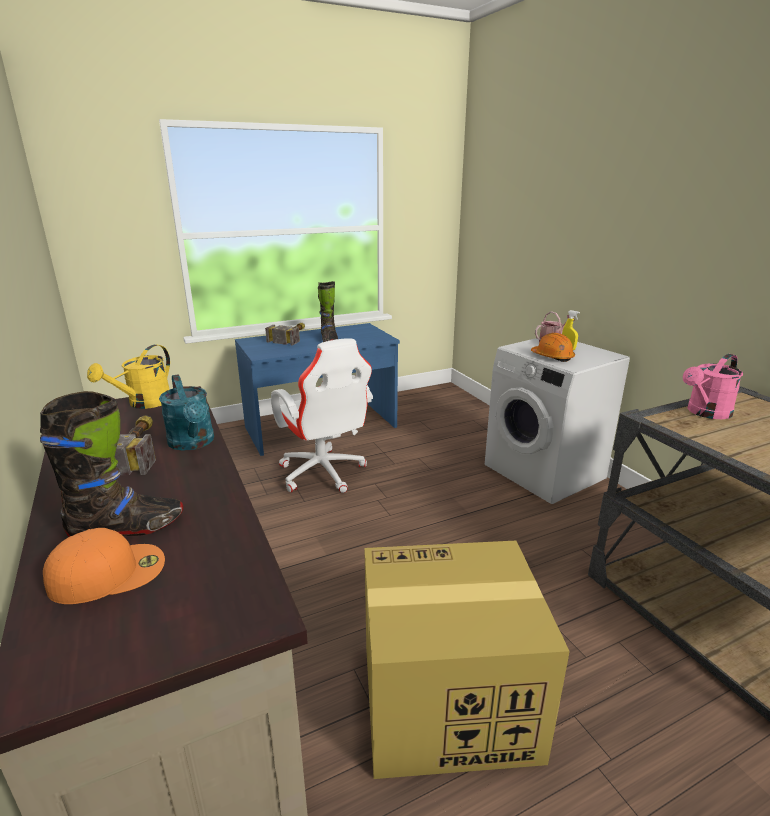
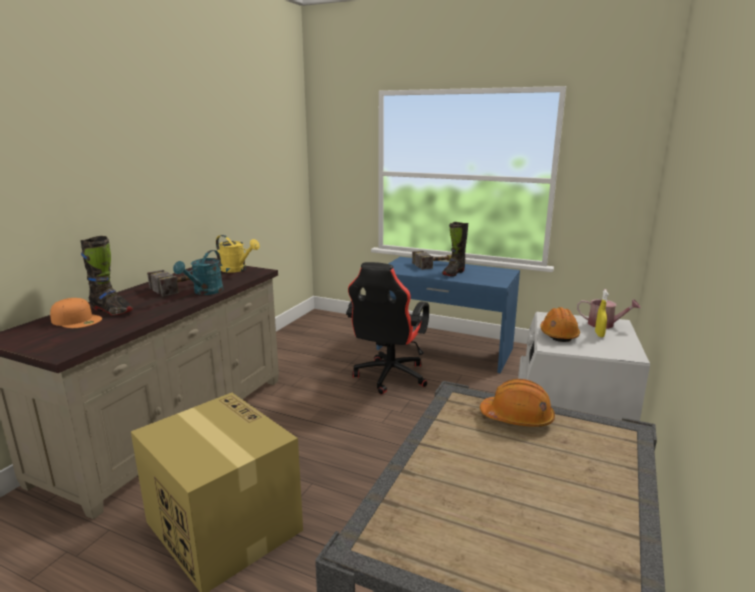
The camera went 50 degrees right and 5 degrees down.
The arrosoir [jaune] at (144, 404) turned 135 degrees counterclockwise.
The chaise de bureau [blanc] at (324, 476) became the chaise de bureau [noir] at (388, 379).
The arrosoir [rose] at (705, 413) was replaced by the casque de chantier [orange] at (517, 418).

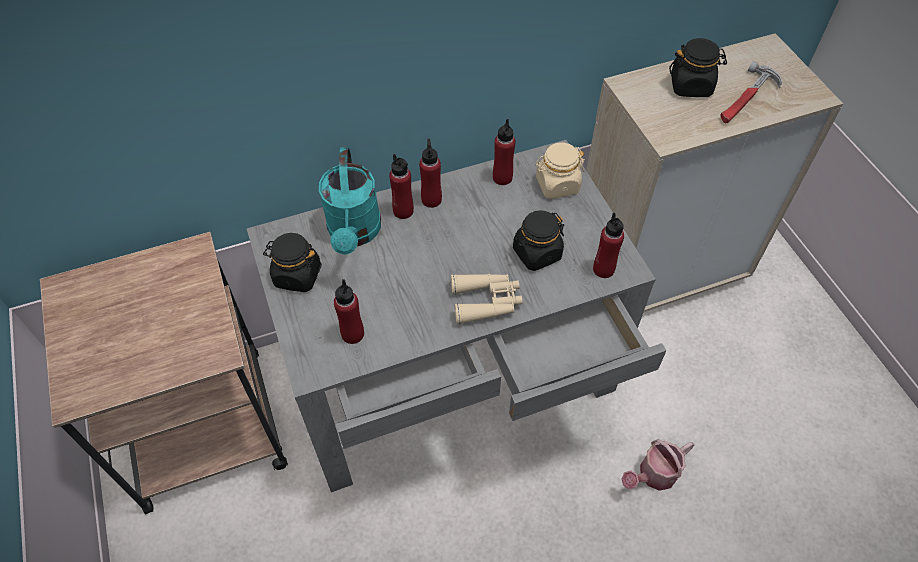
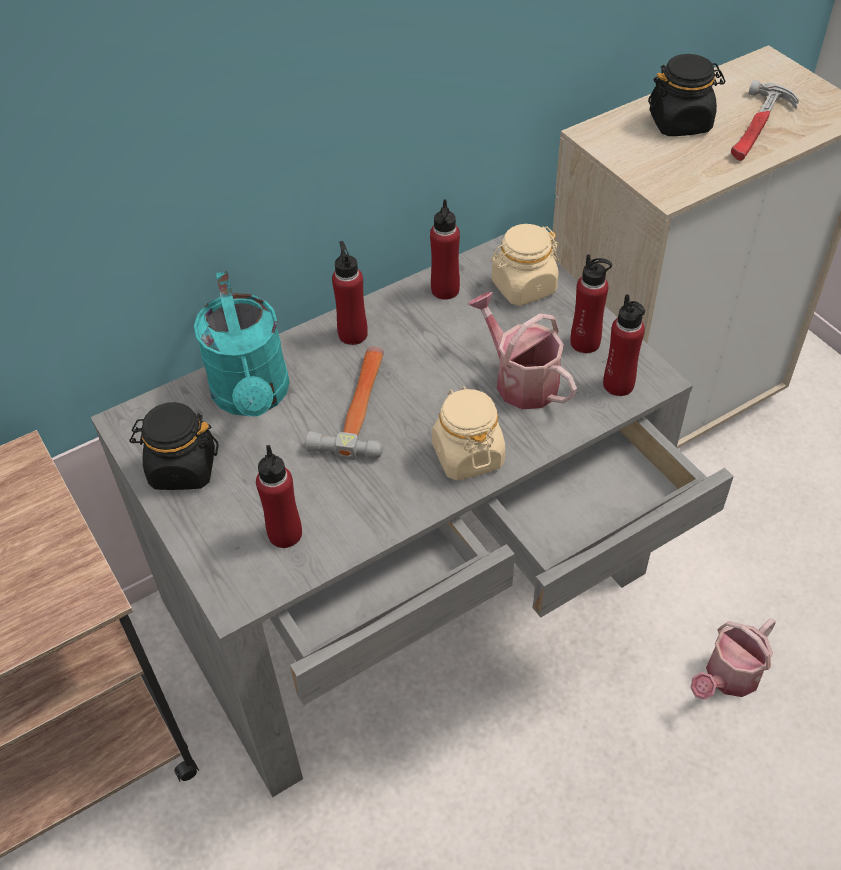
The camera went 10 degrees left and 5 degrees down.
The bouteille [rouge] moved from (403, 211) to (585, 343).
The jumelles [beige] at (486, 301) was replaced by the bocal [beige] at (467, 455).
The bocal [noir] at (536, 253) was replaced by the arrosoir at (520, 380).
The marteau at (359, 406) appeared.

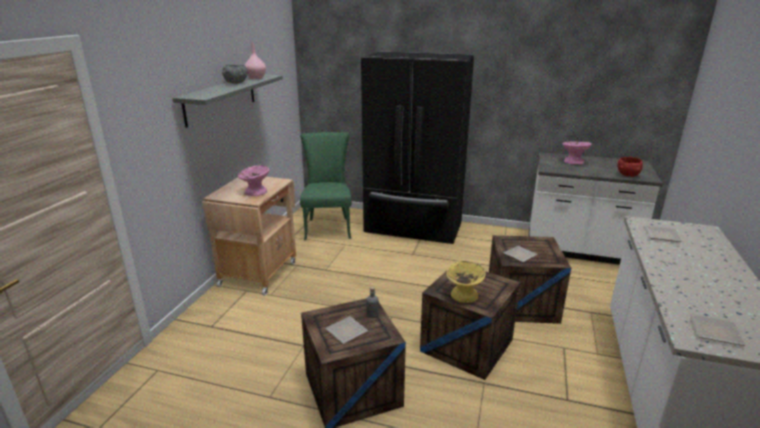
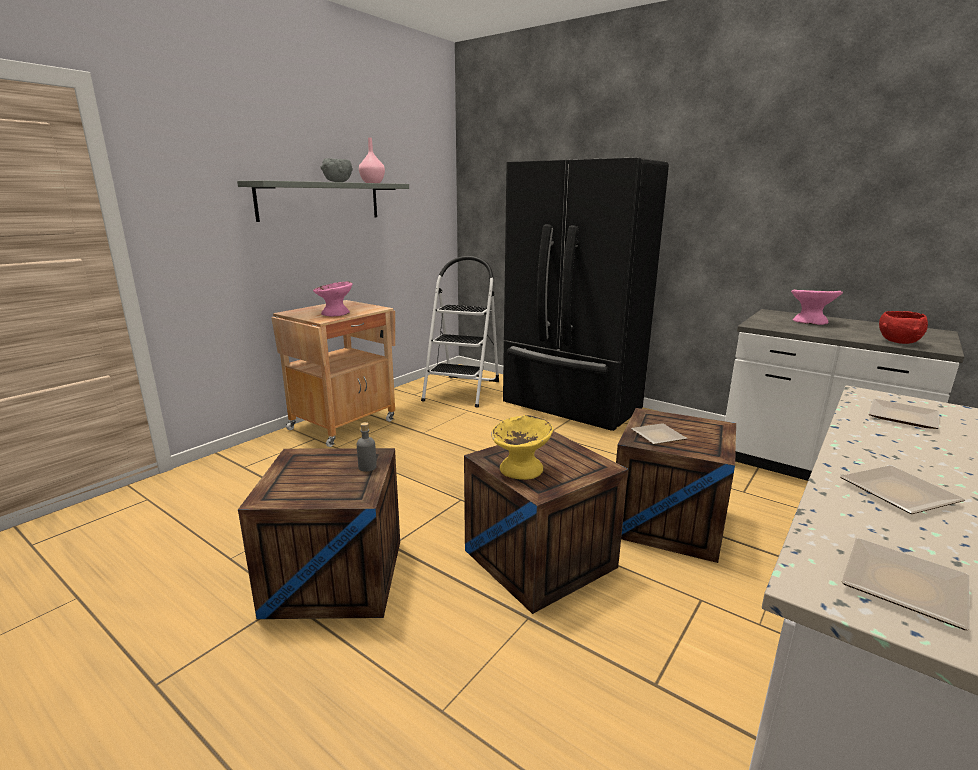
The camera went 20 degrees right and 5 degrees down.
The chaise [vert] at (328, 227) was replaced by the escabeau at (463, 390).
The assiette moved from (345, 331) to (893, 493).

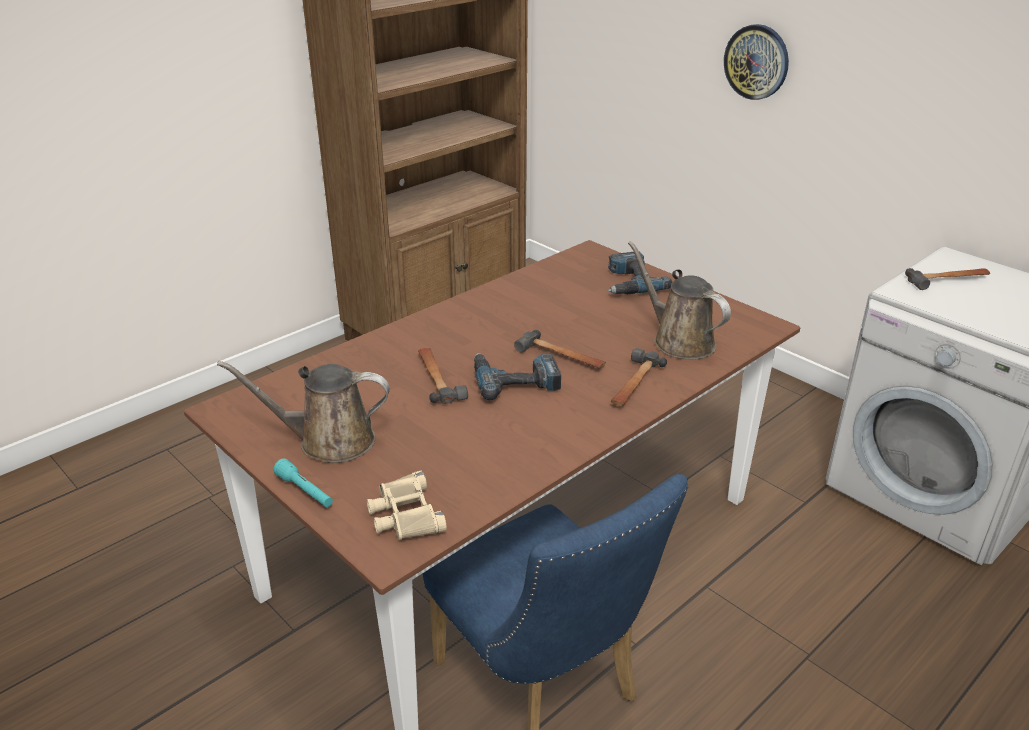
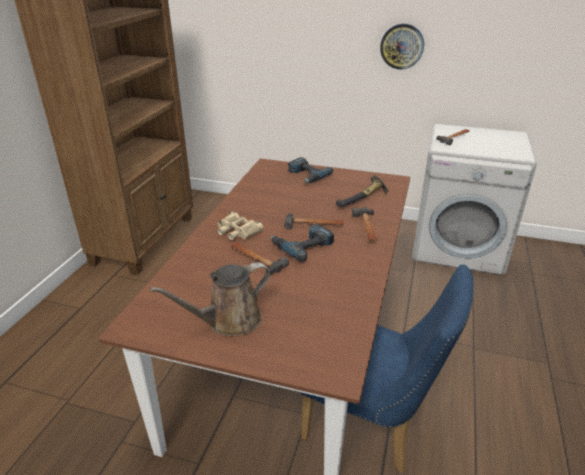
The camera went 30 degrees left and 0 degrees up.
The lampe de poche [turquoise] at (305, 491) disappeared.
The jumelles [beige] moved from (405, 514) to (237, 231).
The arrosoir [marron] at (679, 341) was replaced by the marteau at (364, 199).
The horloge murale moved from (756, 62) to (402, 46).

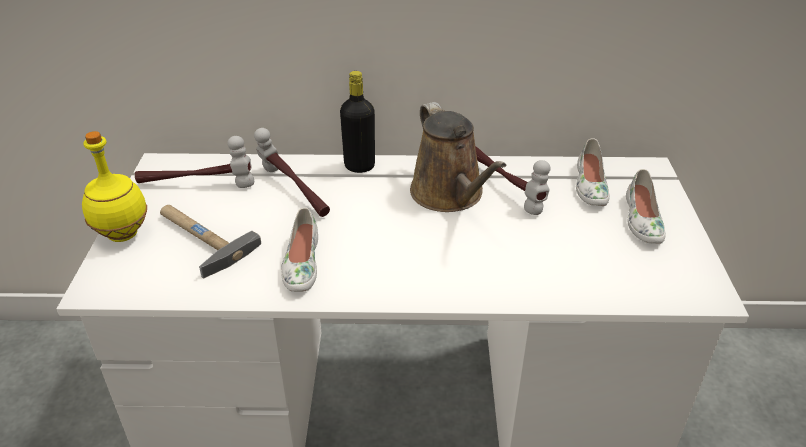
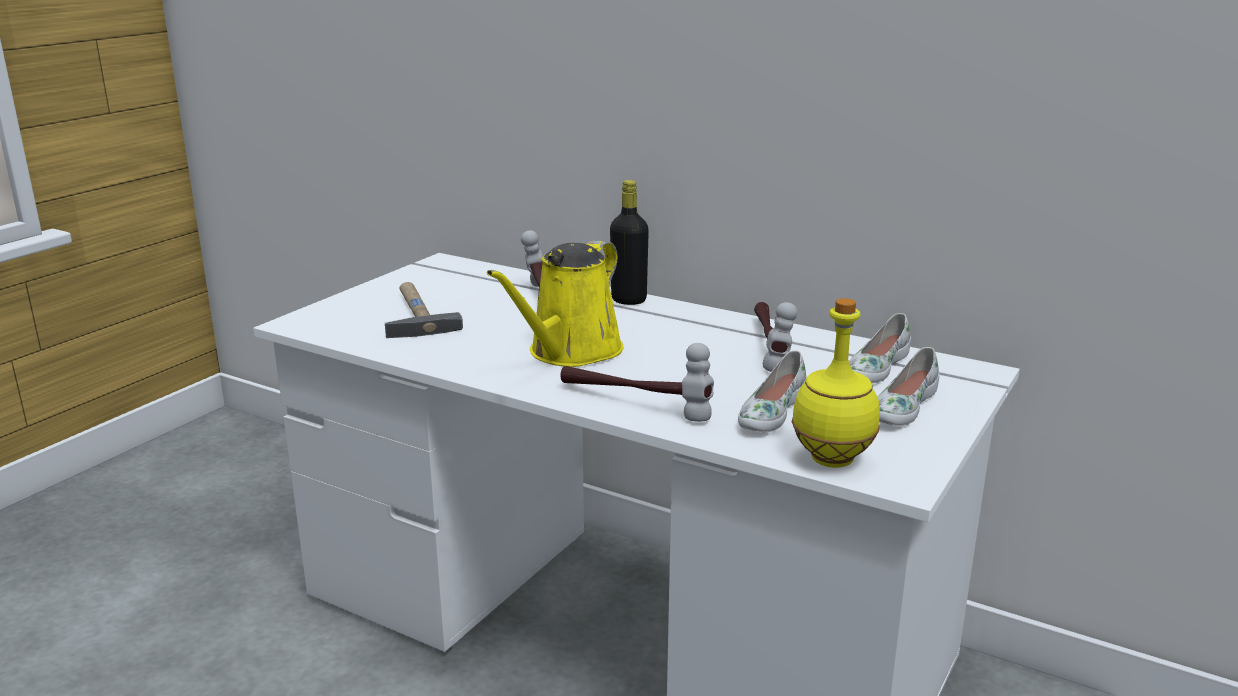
The camera went 30 degrees right and 15 degrees down.
The bouteille [jaune] moved from (122, 235) to (830, 460).
The marteau moved from (197, 184) to (635, 403).
The chaussure [blanc] moved from (301, 263) to (770, 412).
The arrosoir [marron] at (450, 195) disappeared.
The arrosoir [jaune] at (570, 352) appeared.

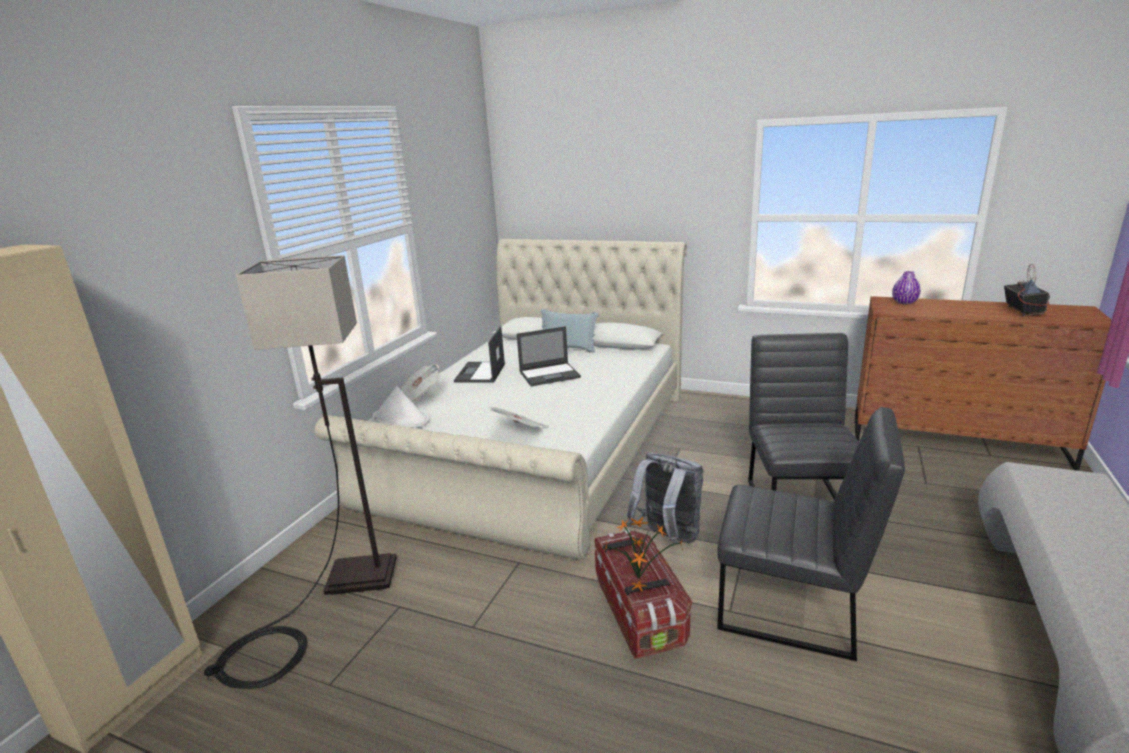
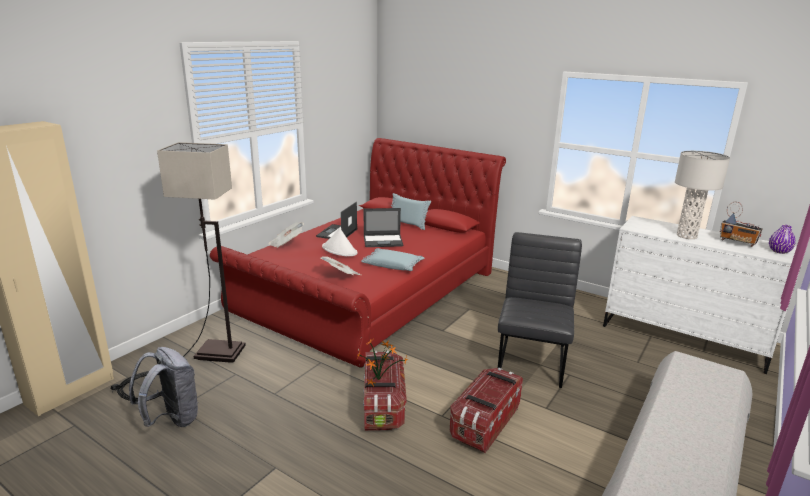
The camera went 10 degrees right and 0 degrees up.
The lit [beige] at (537, 445) became the lit [rouge] at (370, 290).
The chapeau [blanc] moved from (401, 419) to (339, 250).
The sac à dos [gris] moved from (667, 538) to (172, 419).
The chaise [gris] at (793, 609) was replaced by the boîte de rangement at (485, 422).
The commode [marron] at (956, 441) became the commode [blanc] at (683, 337).
The vase [violet] moved from (904, 302) to (779, 251).
The radio at (1022, 311) turned 105 degrees clockwise.
The coussin [bleu] at (392, 264) appeared.
The lampe de table [blanc] at (686, 236) appeared.

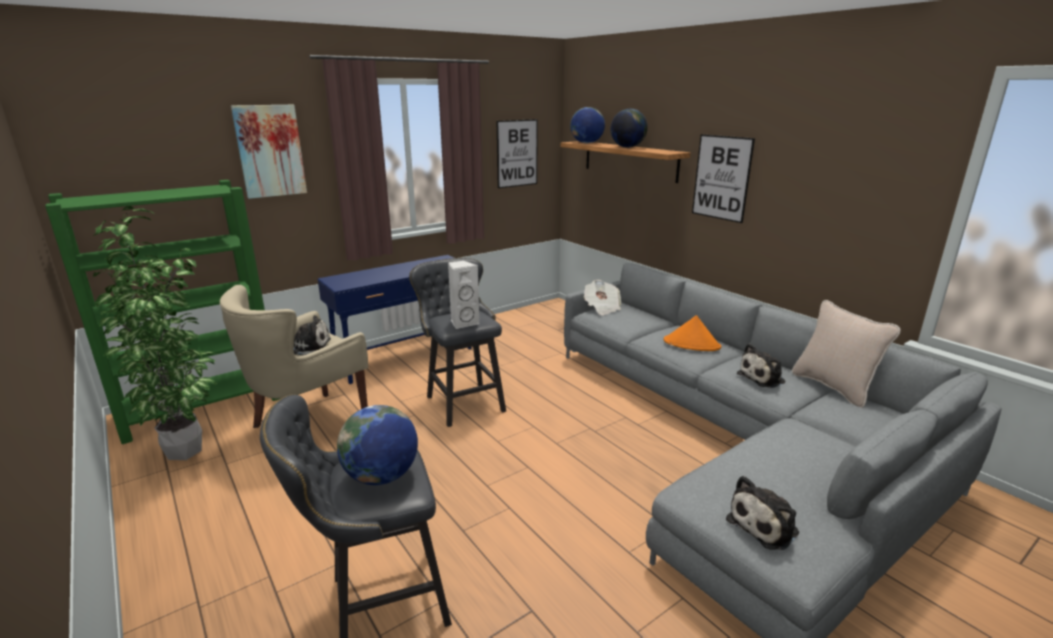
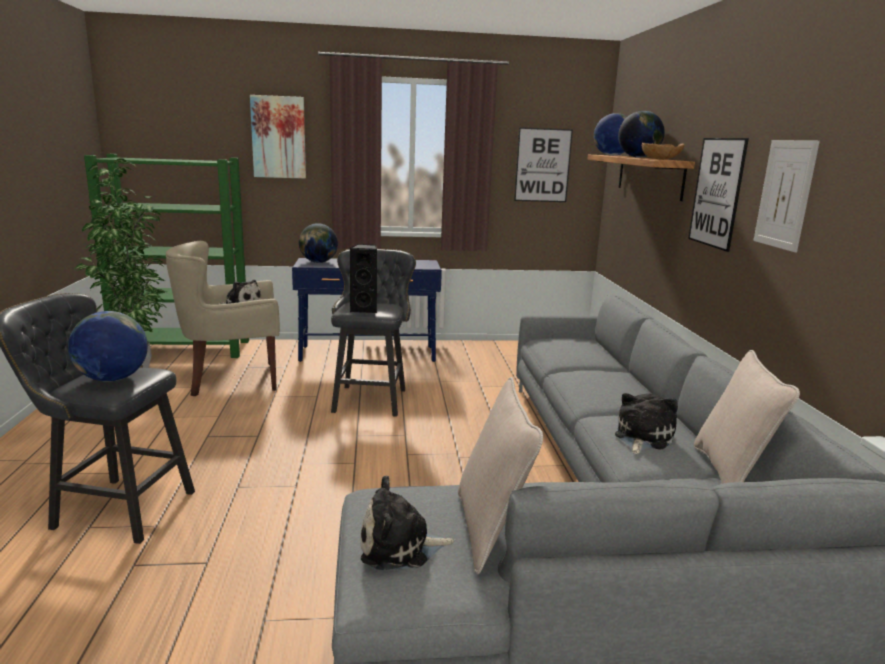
The camera went 30 degrees right and 5 degrees down.
The enceinte [blanc] at (463, 323) became the enceinte [noir] at (365, 309).
The journal at (602, 307) disappeared.
The chapeau [orange] at (692, 344) disappeared.
The peluche at (763, 378) turned 120 degrees clockwise.
The globe at (318, 262) appeared.
The coussin [beige] at (490, 529) appeared.
The bol [marron] at (660, 159) appeared.
The tableau at (785, 194) appeared.

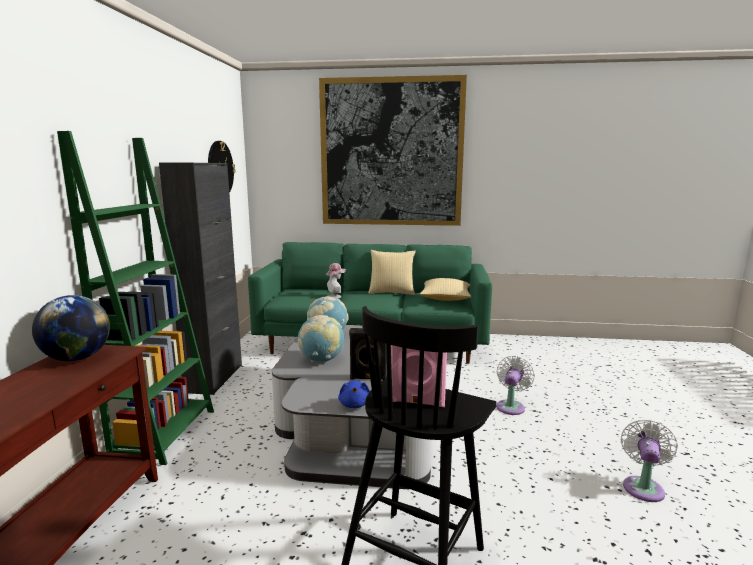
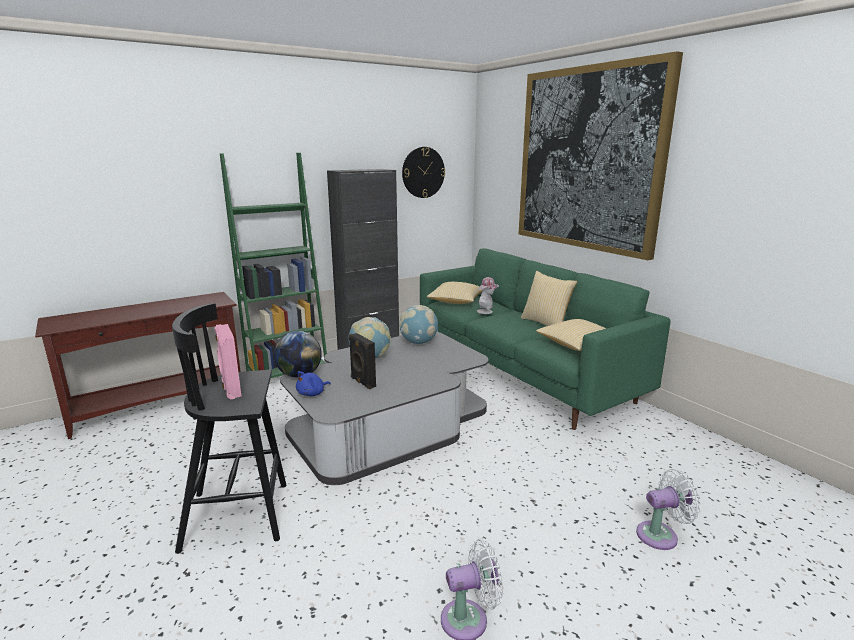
The camera went 50 degrees right and 5 degrees up.
The globe moved from (77, 358) to (299, 375).
The ventilateur [blanc] moved from (511, 406) to (661, 535).
The coussin at (455, 302) appeared.

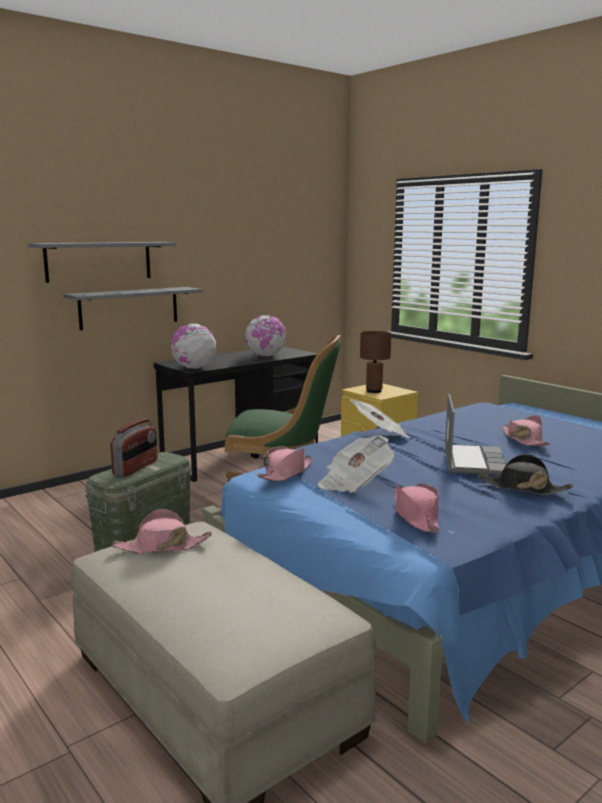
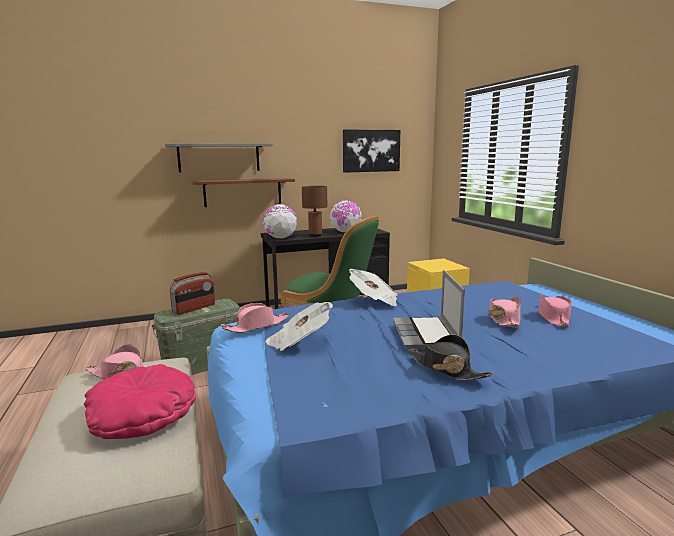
The camera went 20 degrees right and 0 degrees up.
The étagère [gris] at (129, 308) became the étagère [marron] at (243, 192).
The lampe de table [marron] moved from (374, 391) to (315, 235).
The chapeau [rose] moved from (416, 515) to (553, 317).
The ordinateur portable at (473, 461) turned 150 degrees clockwise.
The coussin [rose] at (144, 415) appeared.
The tableau at (371, 151) appeared.

